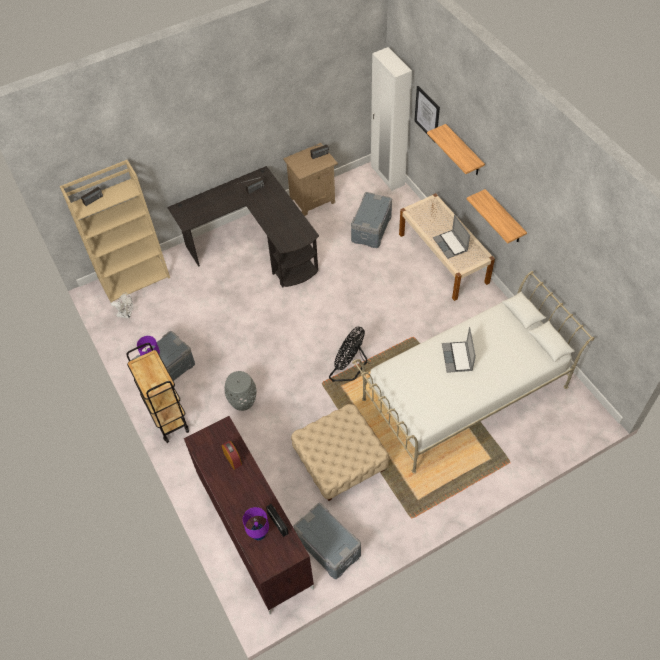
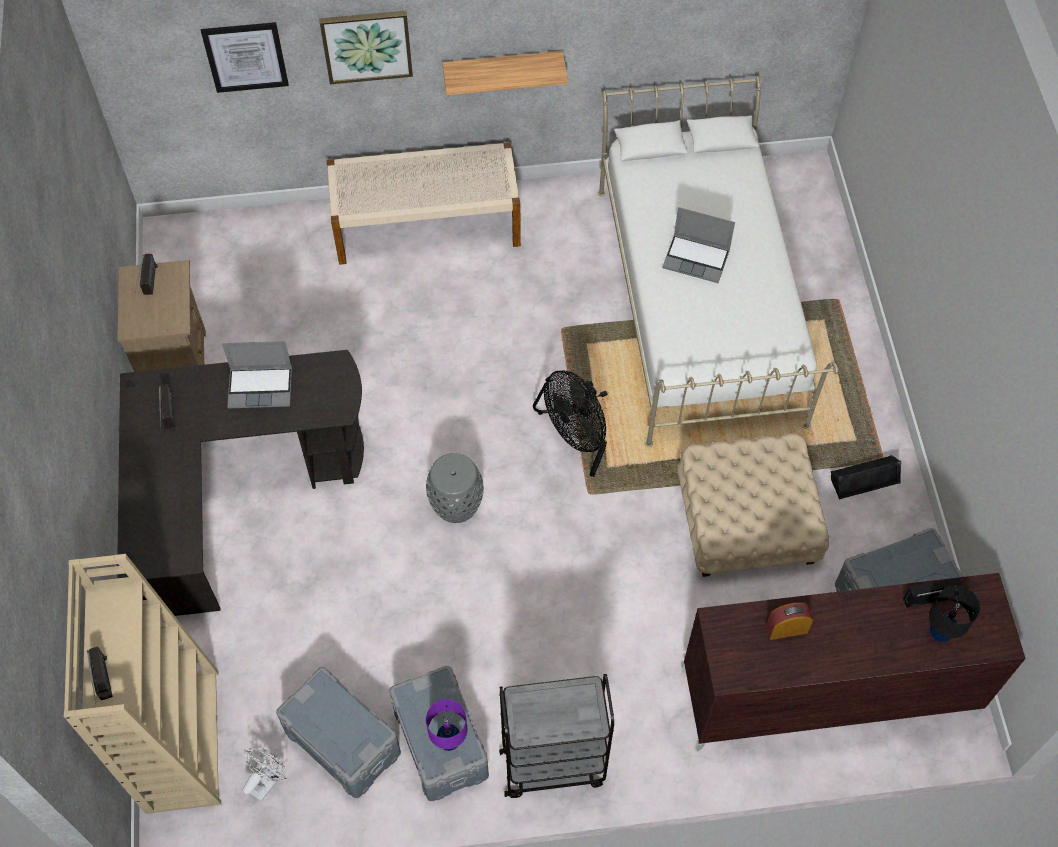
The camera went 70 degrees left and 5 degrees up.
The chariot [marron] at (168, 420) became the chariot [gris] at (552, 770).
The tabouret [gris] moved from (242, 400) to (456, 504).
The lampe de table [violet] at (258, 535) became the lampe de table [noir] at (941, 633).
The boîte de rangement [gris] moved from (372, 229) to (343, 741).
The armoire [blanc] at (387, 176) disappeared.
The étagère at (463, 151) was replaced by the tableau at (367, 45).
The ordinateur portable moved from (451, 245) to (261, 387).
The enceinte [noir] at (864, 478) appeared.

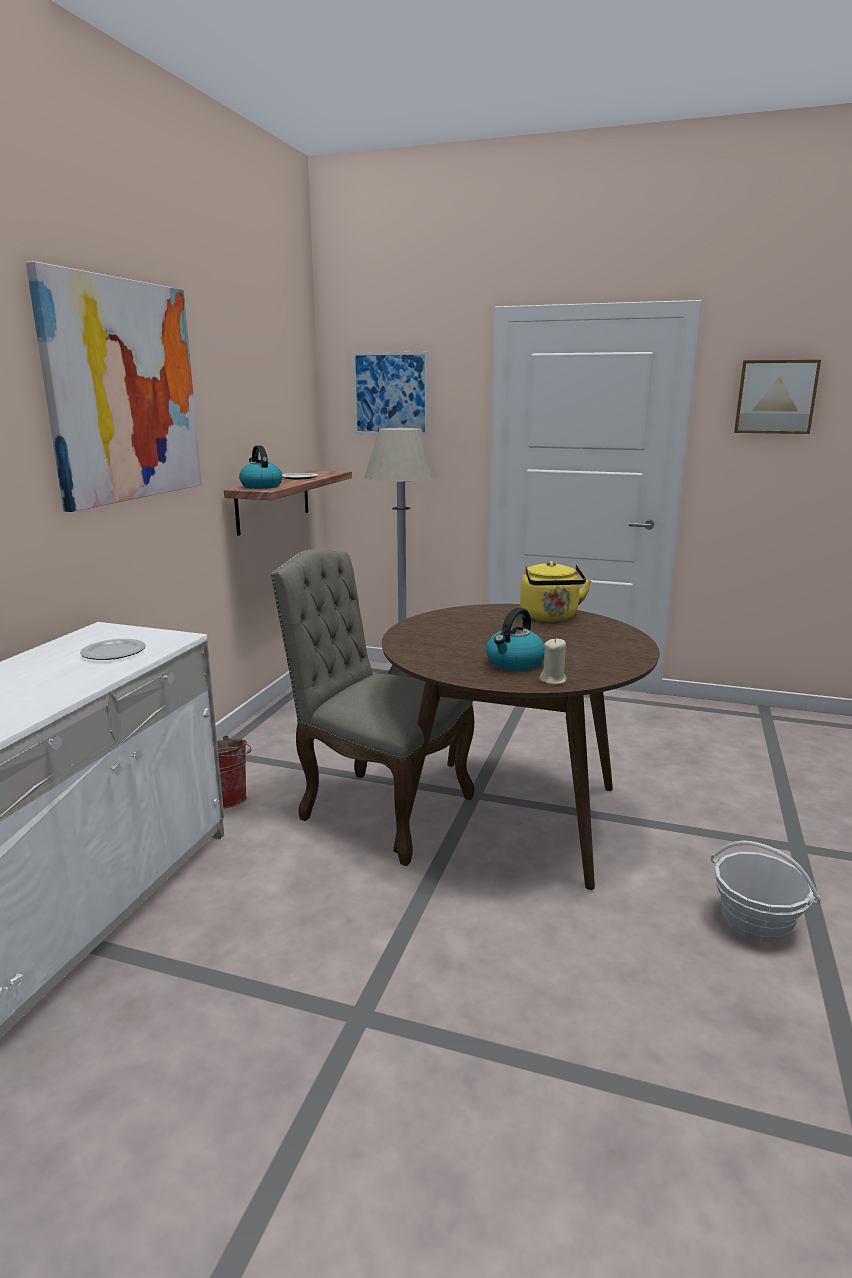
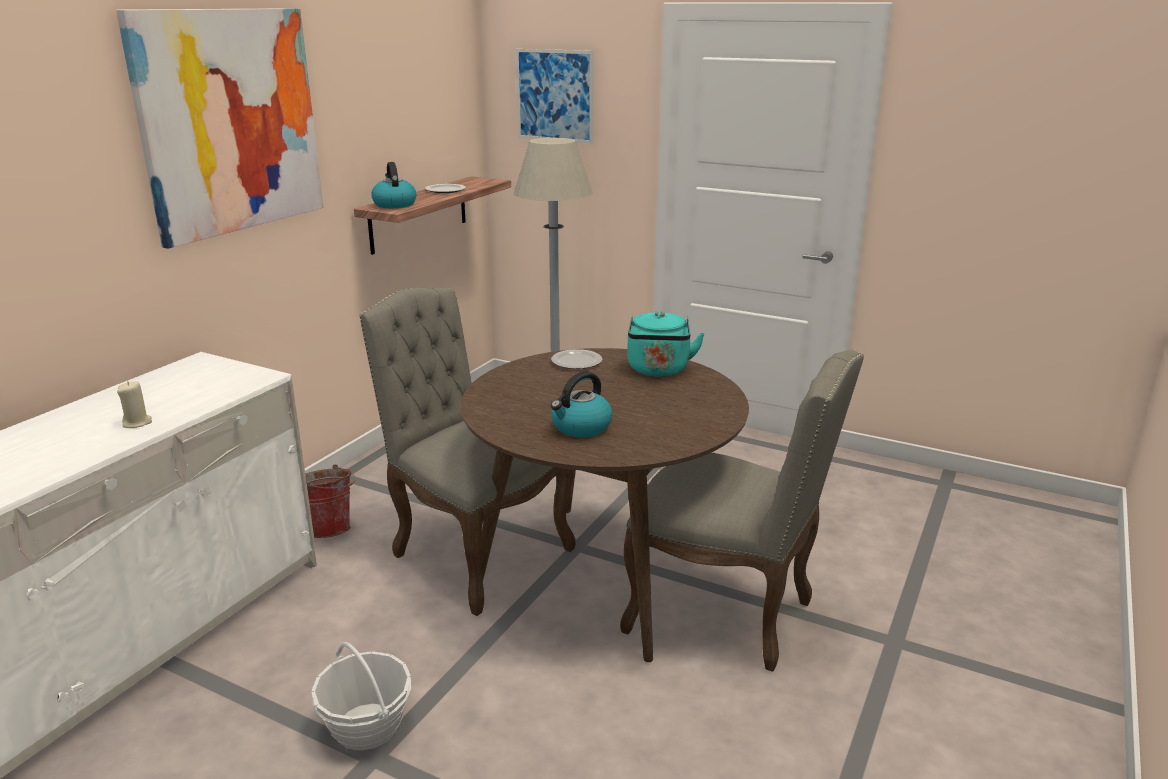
The camera went 10 degrees right and 5 degrees up.
The assiette moved from (113, 652) to (576, 362).
The bouilloire [jaune] at (550, 617) became the bouilloire [turquoise] at (658, 371).
The bougie [beige] moved from (553, 680) to (137, 423).
The panier moved from (756, 922) to (367, 726).
The tableau at (775, 397) disappeared.
The chaise [gris] at (725, 614) appeared.

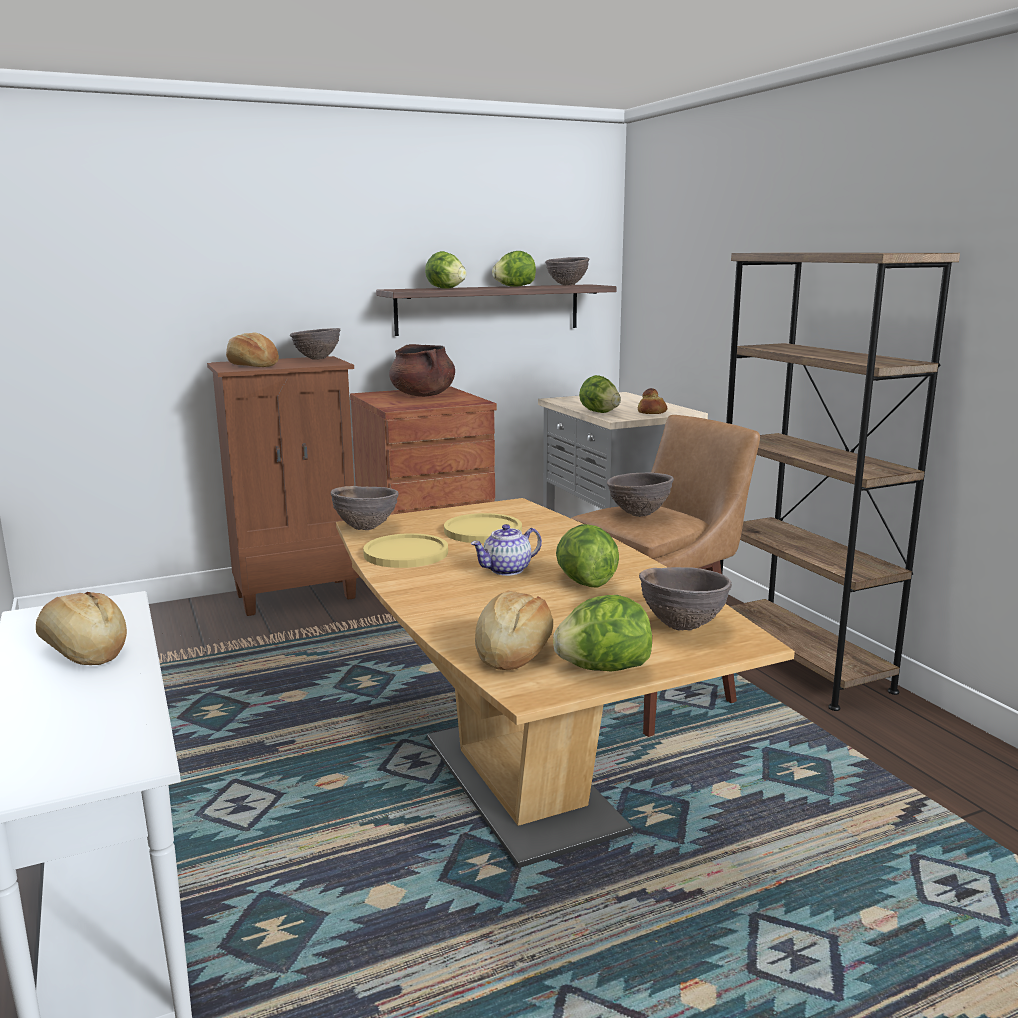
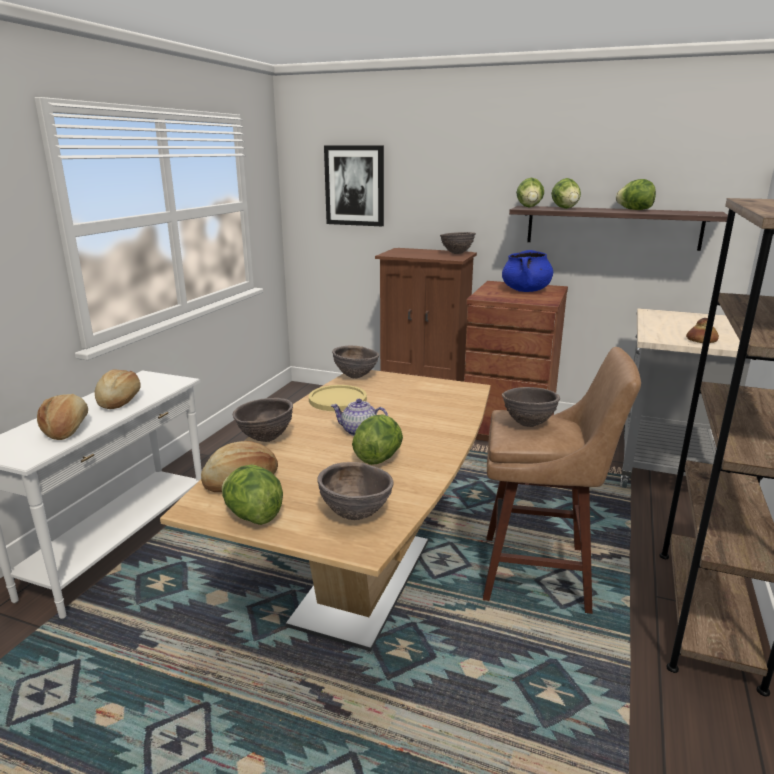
The camera went 45 degrees right and 5 degrees up.
The pain moved from (252, 365) to (67, 429).
The marmite [marron] at (423, 395) became the marmite [bleu] at (526, 290).
The assiette [jaune] at (483, 530) disappeared.
The bol [marron] moved from (567, 285) to (265, 439).
The laitue moved from (599, 412) to (529, 207).
The tableau at (355, 186) appeared.

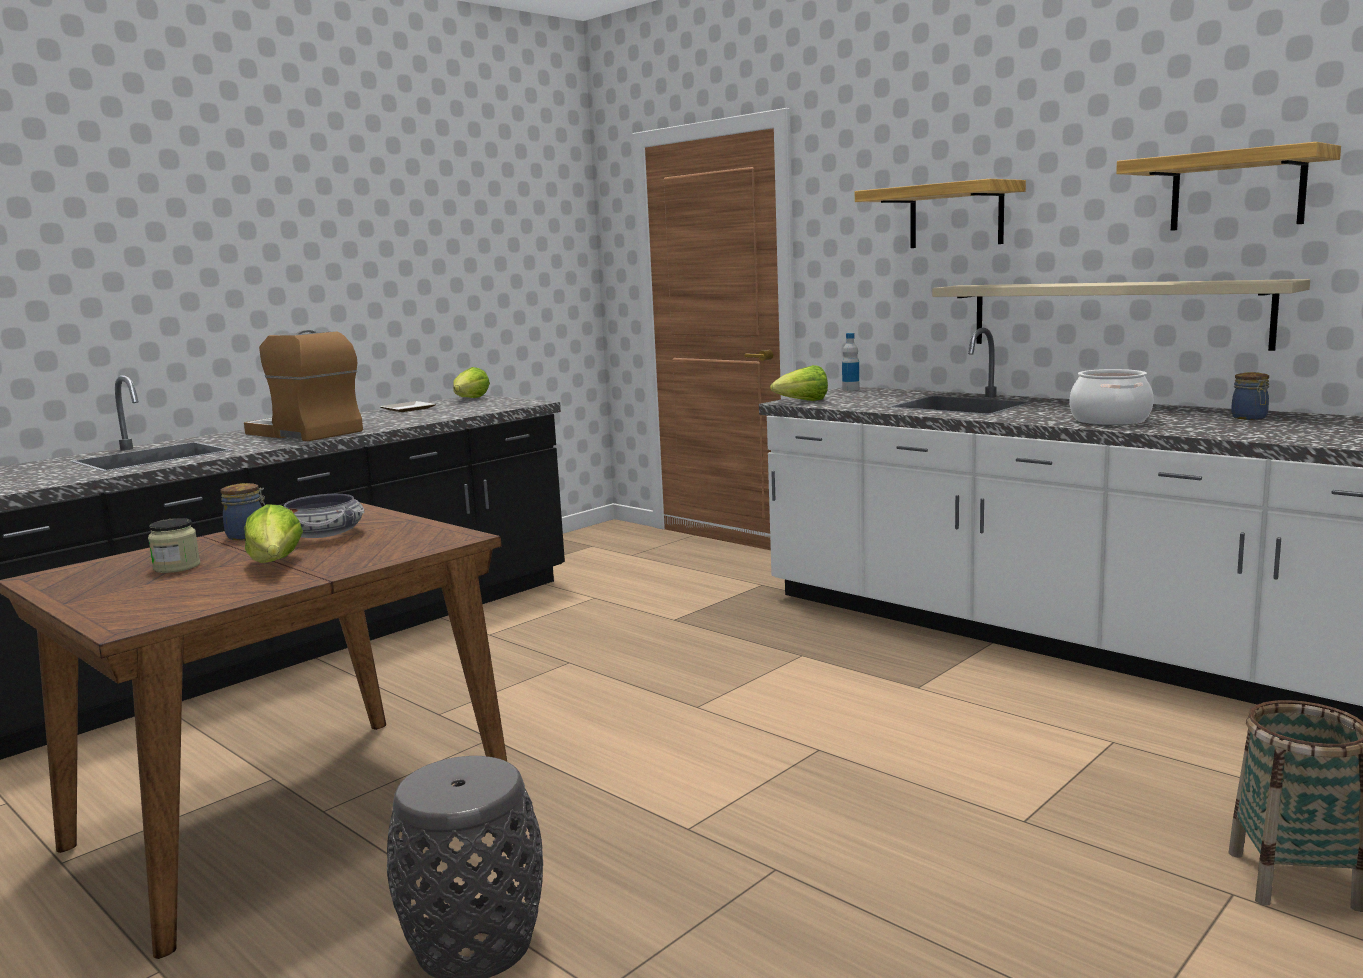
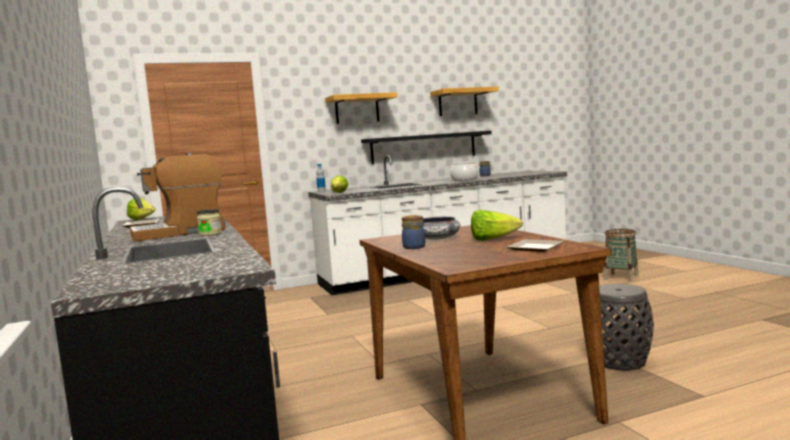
The camera went 65 degrees left and 5 degrees down.
The bocal moved from (177, 567) to (210, 234).
The étagère [beige] at (1113, 314) became the étagère [noir] at (424, 147).
The assiette at (537, 248) appeared.

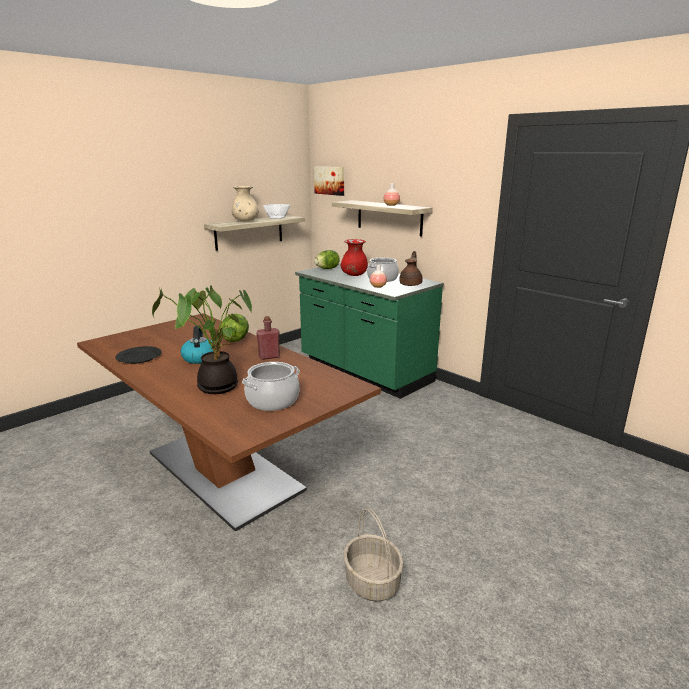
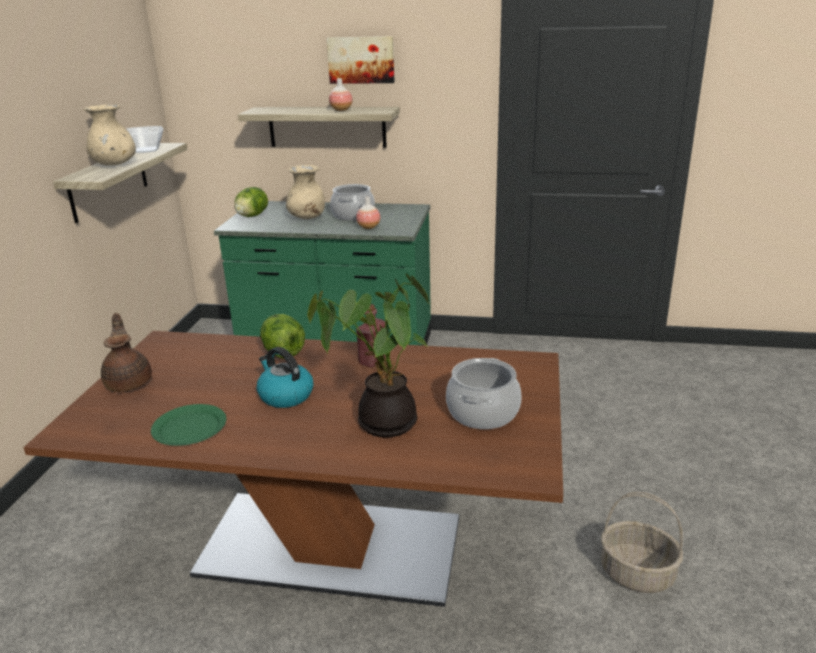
The camera went 35 degrees left and 5 degrees up.
The assiette [noir] at (139, 357) became the assiette [vert] at (189, 428).
The tableau moved from (330, 180) to (361, 60).
The vase [rouge] at (354, 275) became the vase [beige] at (307, 218).
The théière [marron] moved from (411, 284) to (129, 382).

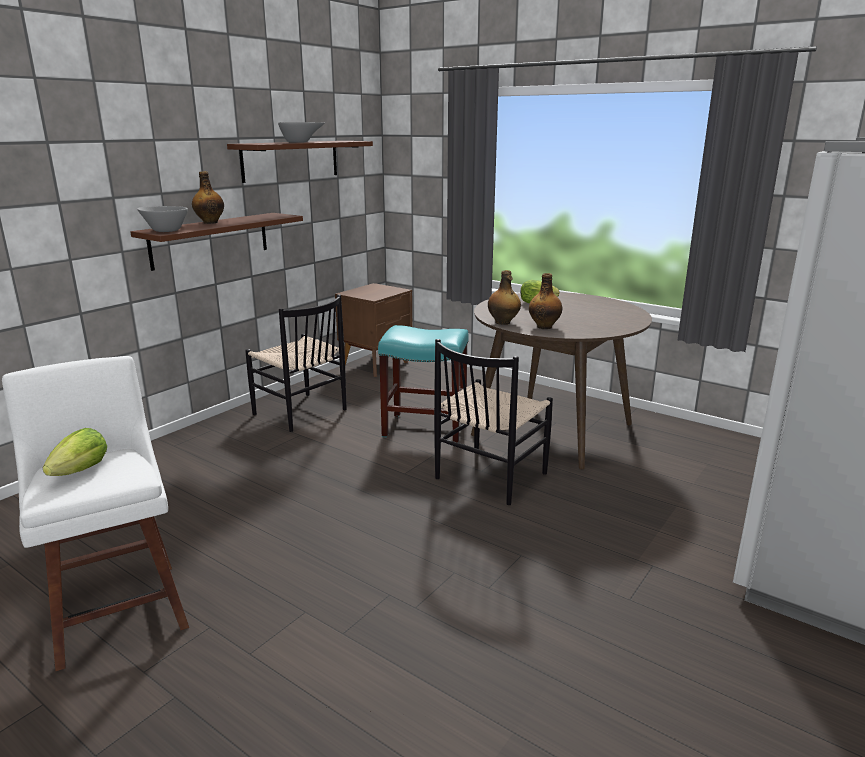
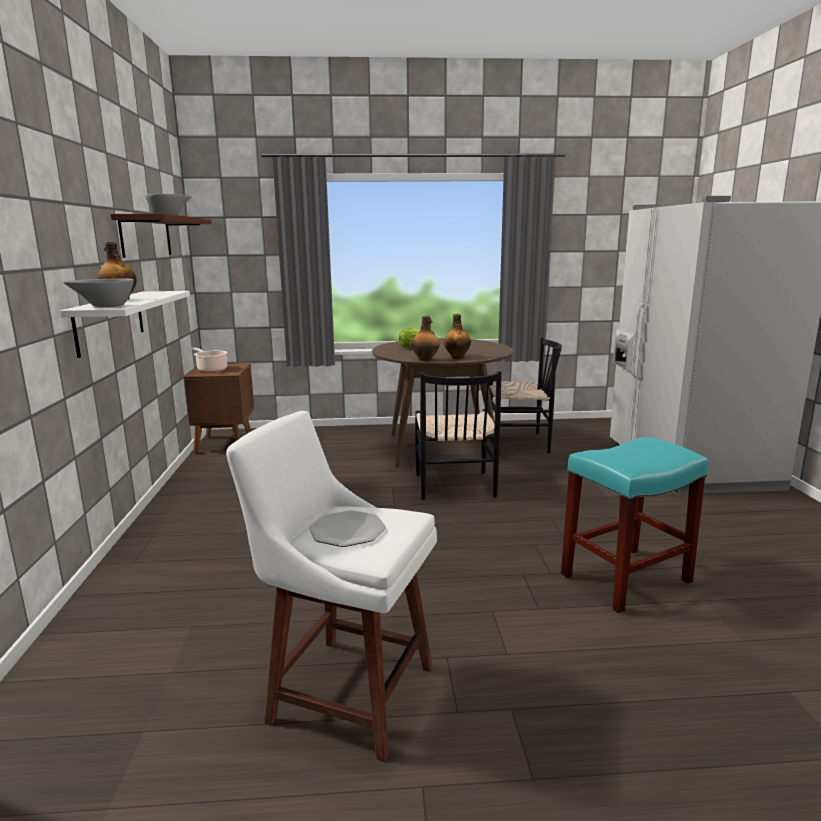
The camera went 40 degrees left and 5 degrees down.
The laitue at (81, 471) was replaced by the assiette at (347, 530).
The étagère [marron] at (210, 240) became the étagère [blanc] at (110, 321).
The chaise [noir] moved from (302, 413) to (521, 443).
The tabouret [turquoise] moved from (426, 428) to (626, 578).
The marmite at (211, 369) appeared.

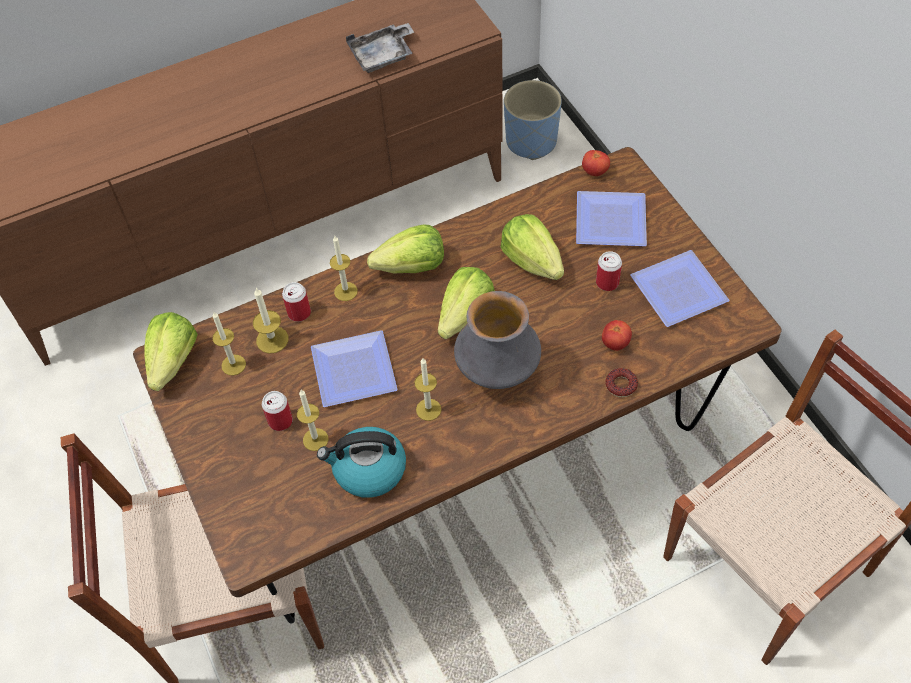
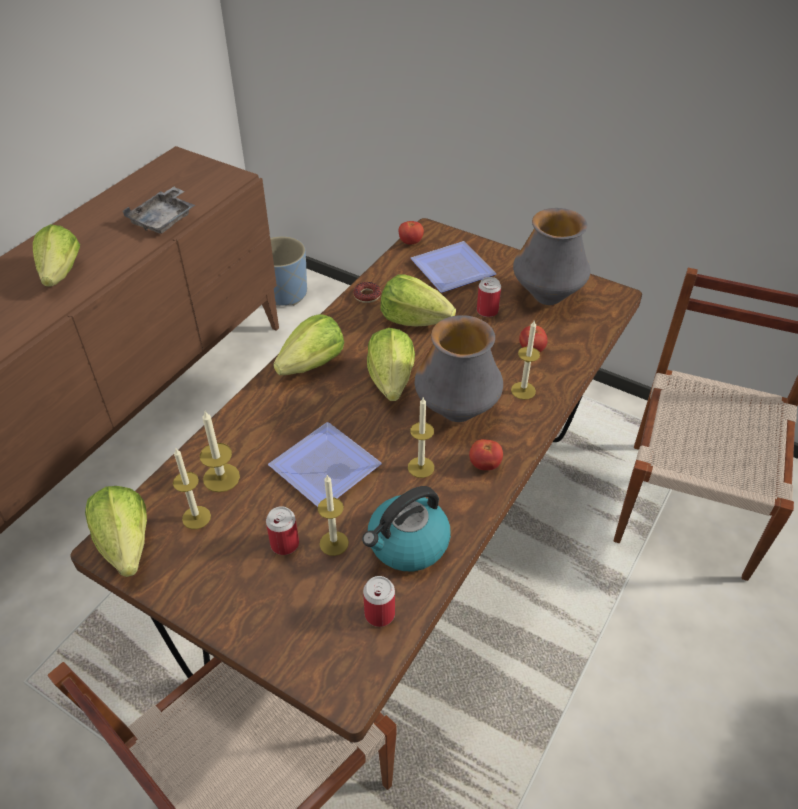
The camera went 35 degrees left and 10 degrees down.
The boîte métallique moved from (299, 313) to (379, 614).
The bougie moved from (345, 291) to (523, 390).
The beignet moved from (621, 385) to (367, 295).
The assiette at (677, 293) was replaced by the vase at (546, 297).
The laitue at (61, 274) appeared.
The tomate at (485, 464) appeared.

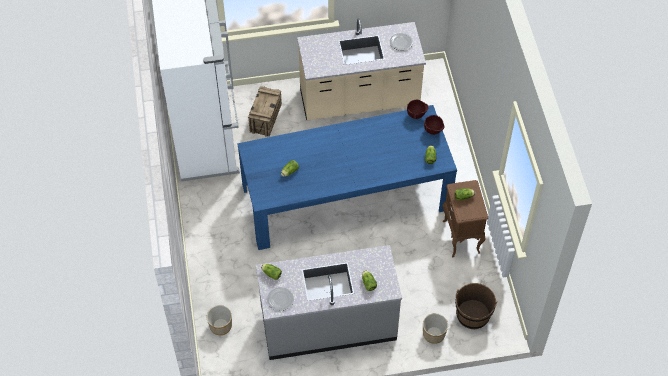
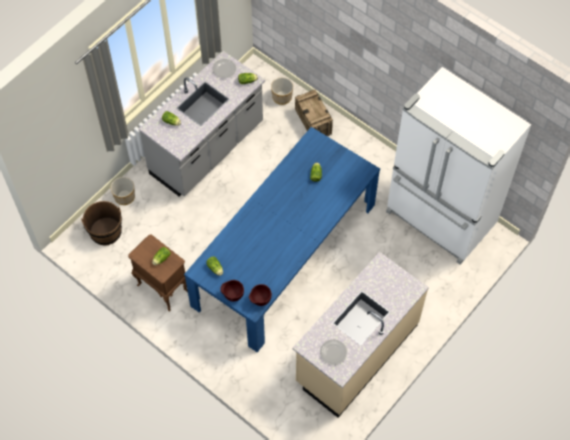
The camera went 140 degrees right and 5 degrees up.
The caisse moved from (265, 118) to (313, 122).

